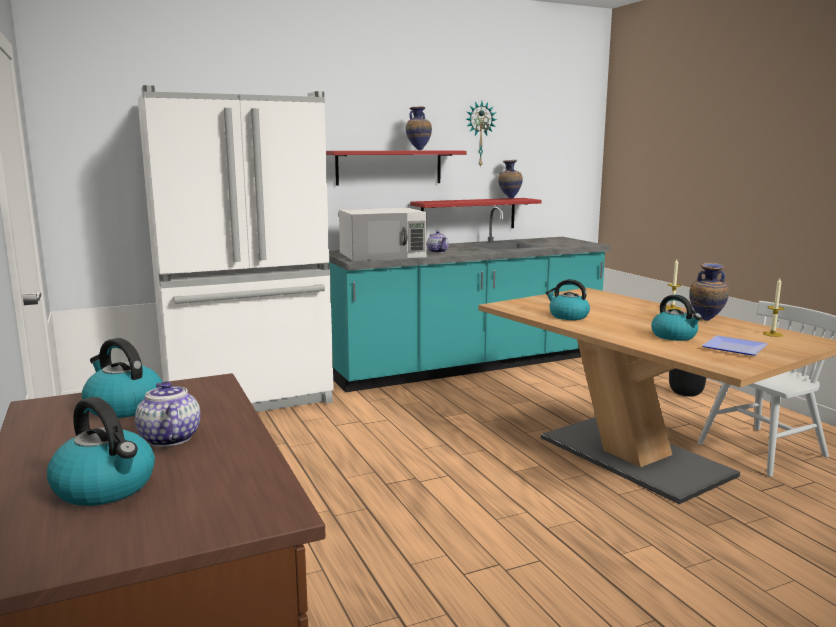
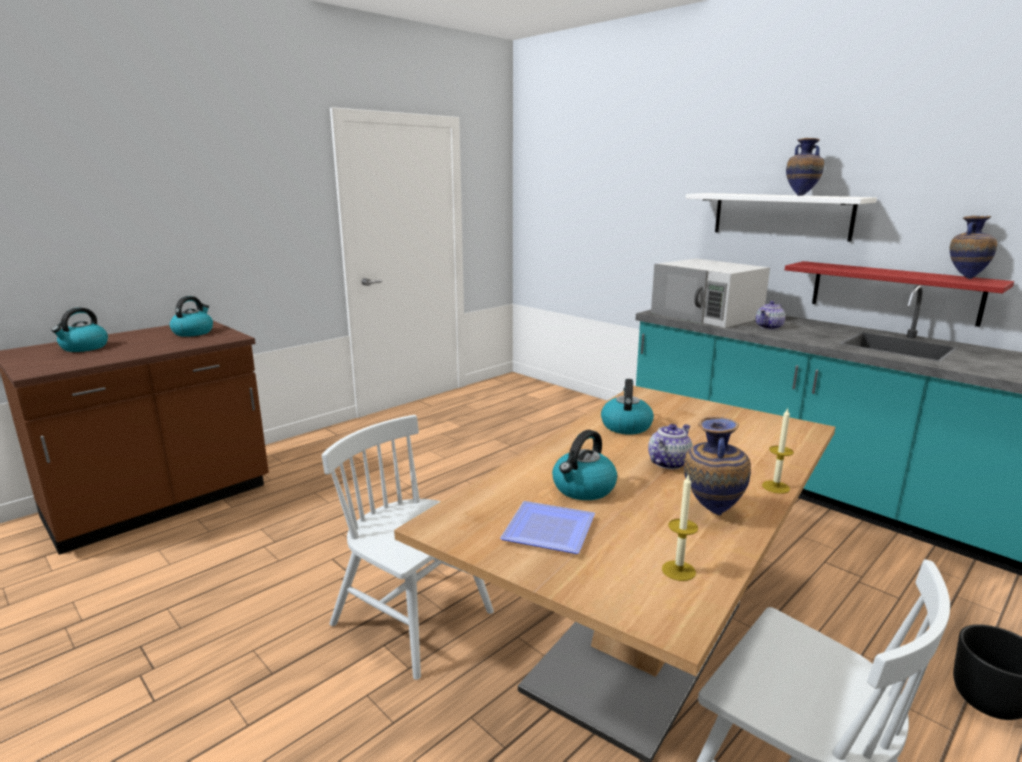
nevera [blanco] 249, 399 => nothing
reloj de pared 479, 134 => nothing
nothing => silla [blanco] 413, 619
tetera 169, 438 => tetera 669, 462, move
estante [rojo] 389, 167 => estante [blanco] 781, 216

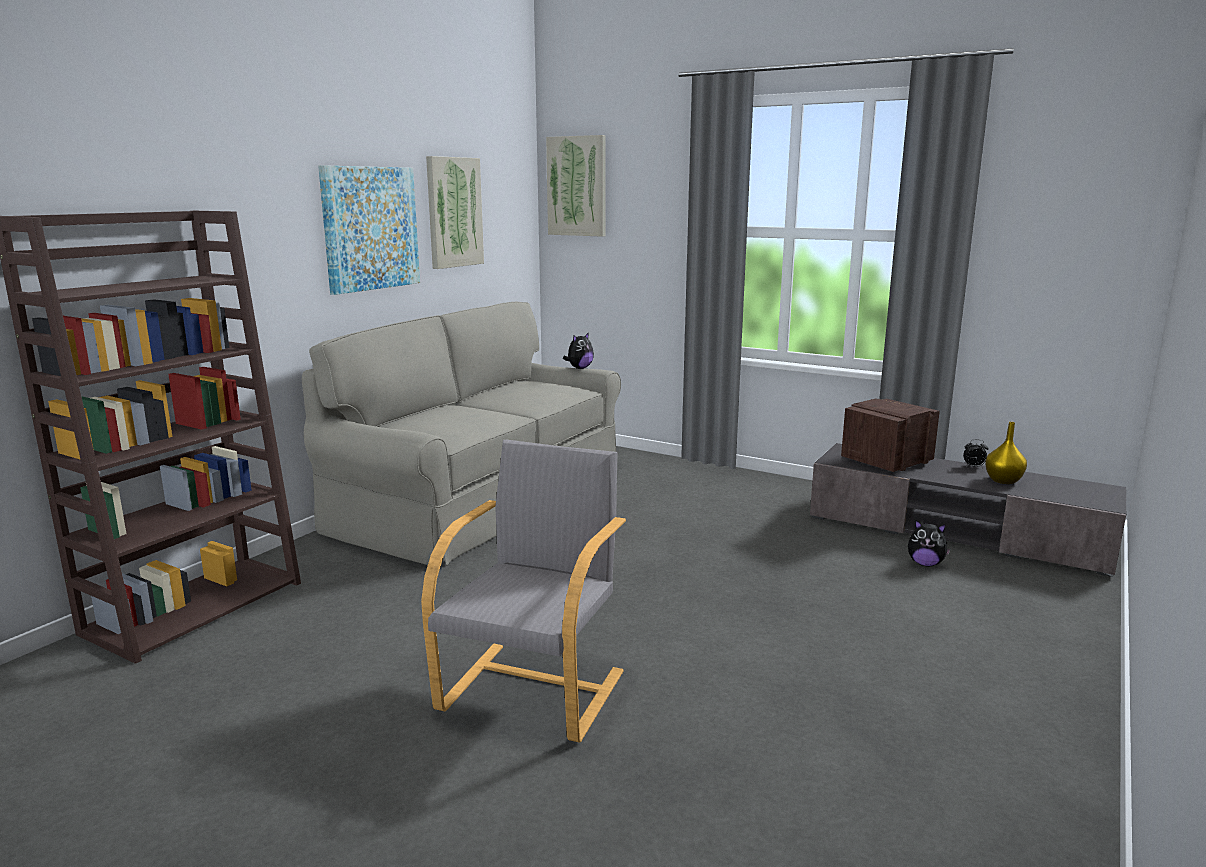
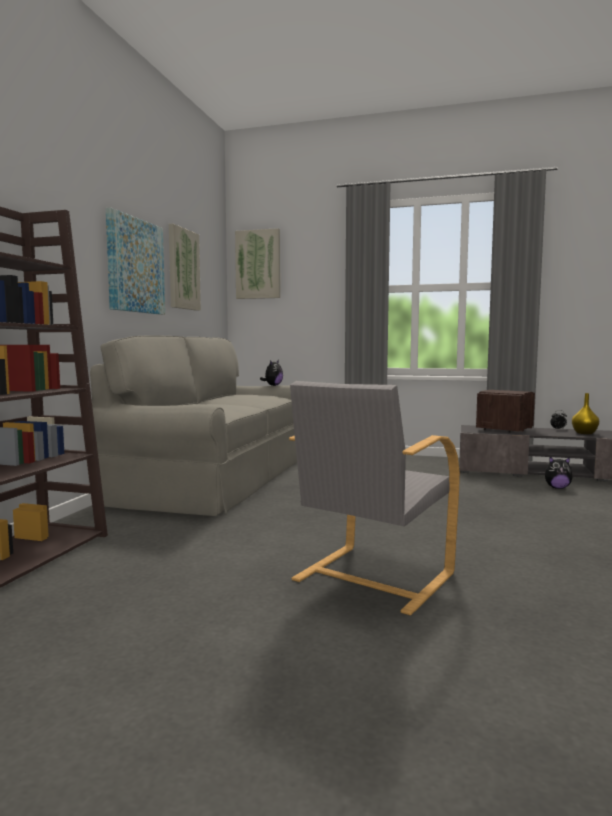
sillón [gris] 534, 689 => sillón [gris] 371, 577, 150 degrees counterclockwise

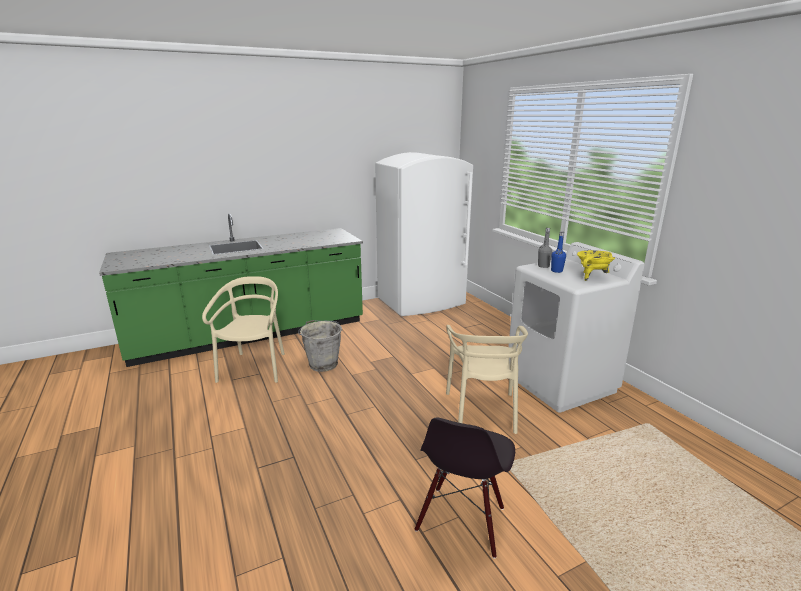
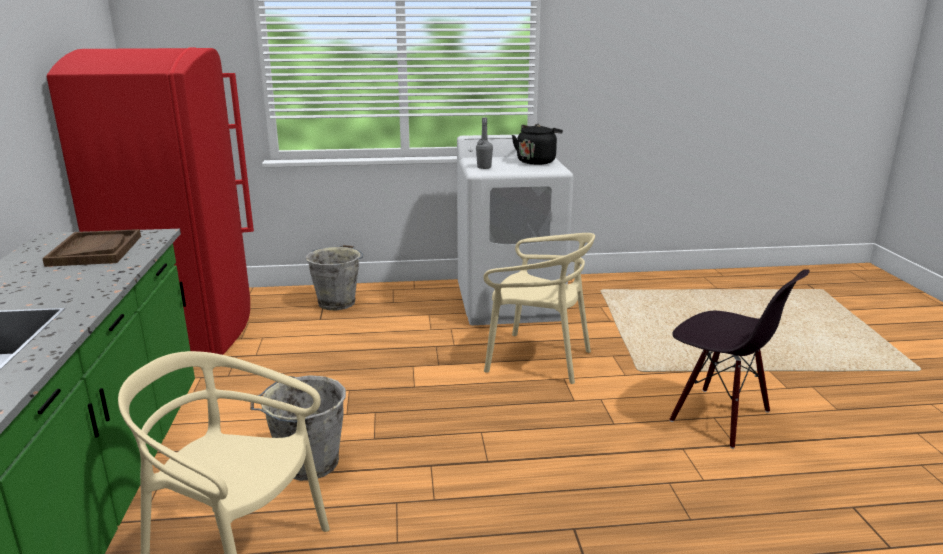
botella [azul] 556, 271 => nothing
nothing => bandeja [marrón] 95, 250
nothing => cubo [gris] 337, 302
olla [amarillo] 591, 277 => hervidor [negro] 537, 161
nevera [blanco] 422, 302 => nevera [rojo] 188, 329

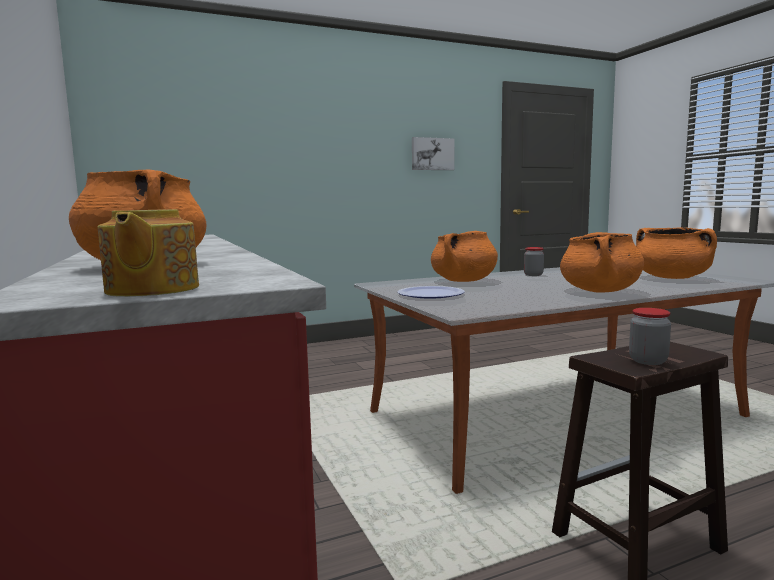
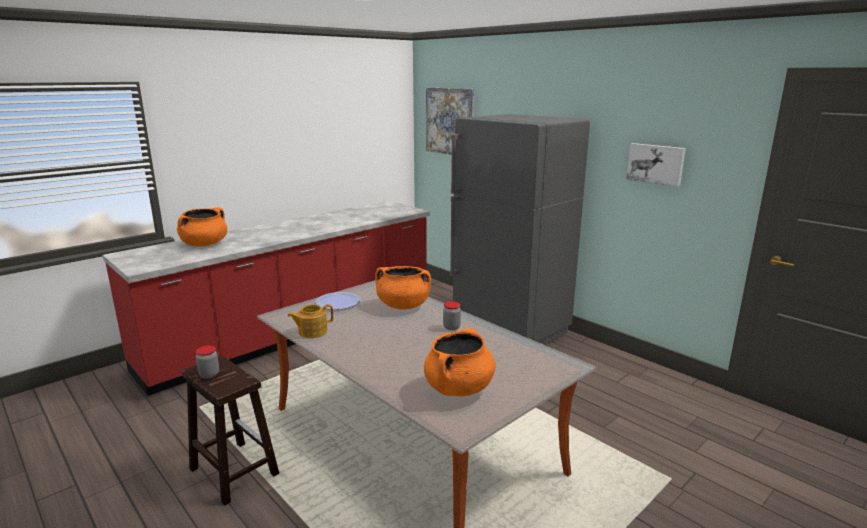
olla [naranja] 599, 291 => nothing
nothing => cuadro 450, 121
nothing => nevera [gris] 510, 330
tetera 151, 290 => tetera 312, 332, move

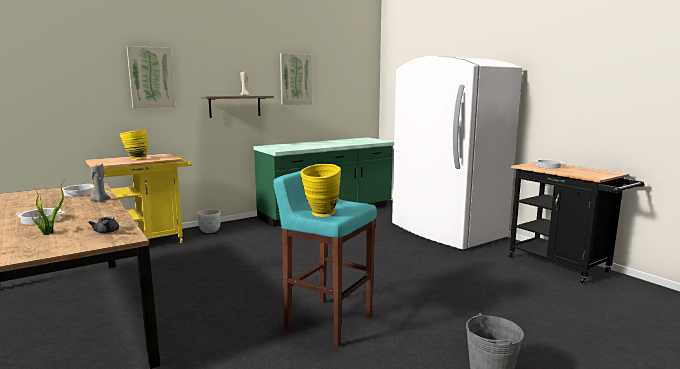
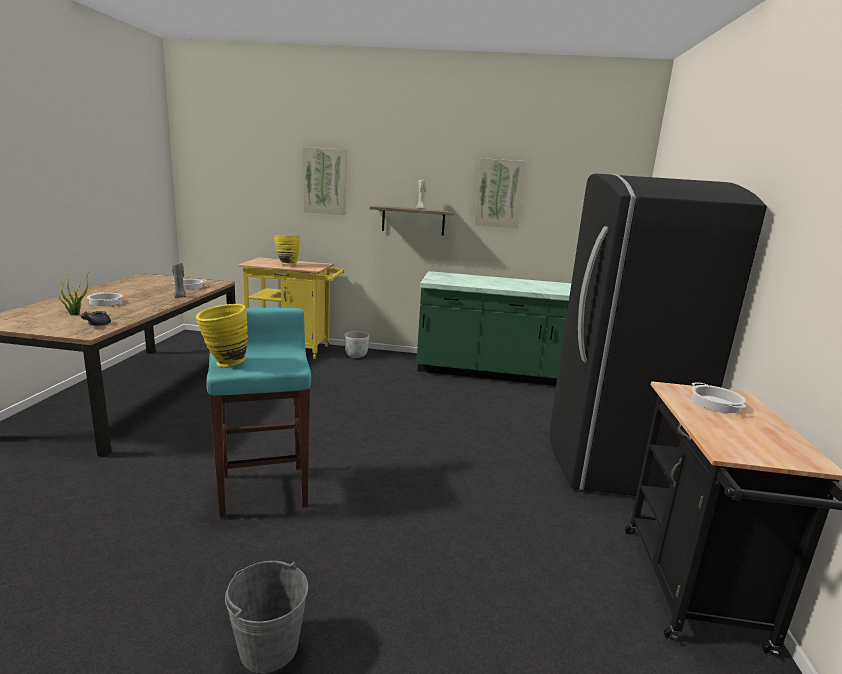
nevera [blanco] 446, 231 => nevera [negro] 608, 455

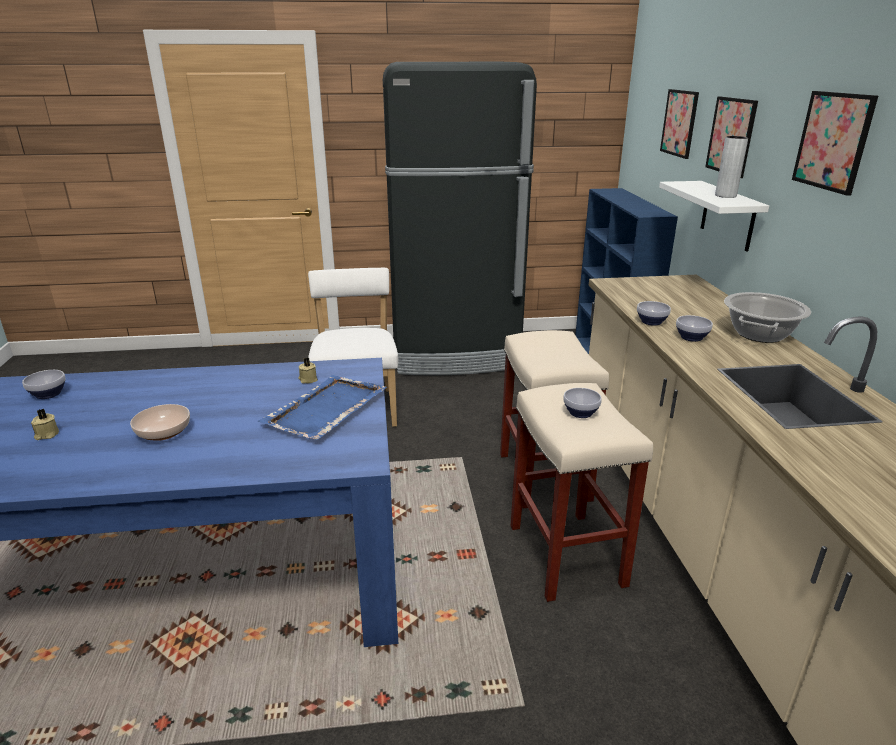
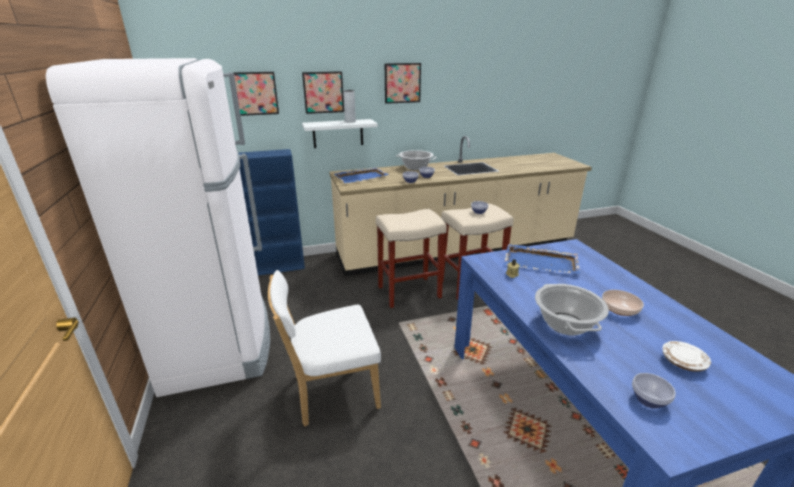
nothing => bandeja [azul] 361, 177
nothing => olla 565, 324
vela [beis] 46, 435 => plato [blanco] 683, 362
nevera [negro] 455, 353 => nevera [blanco] 219, 344

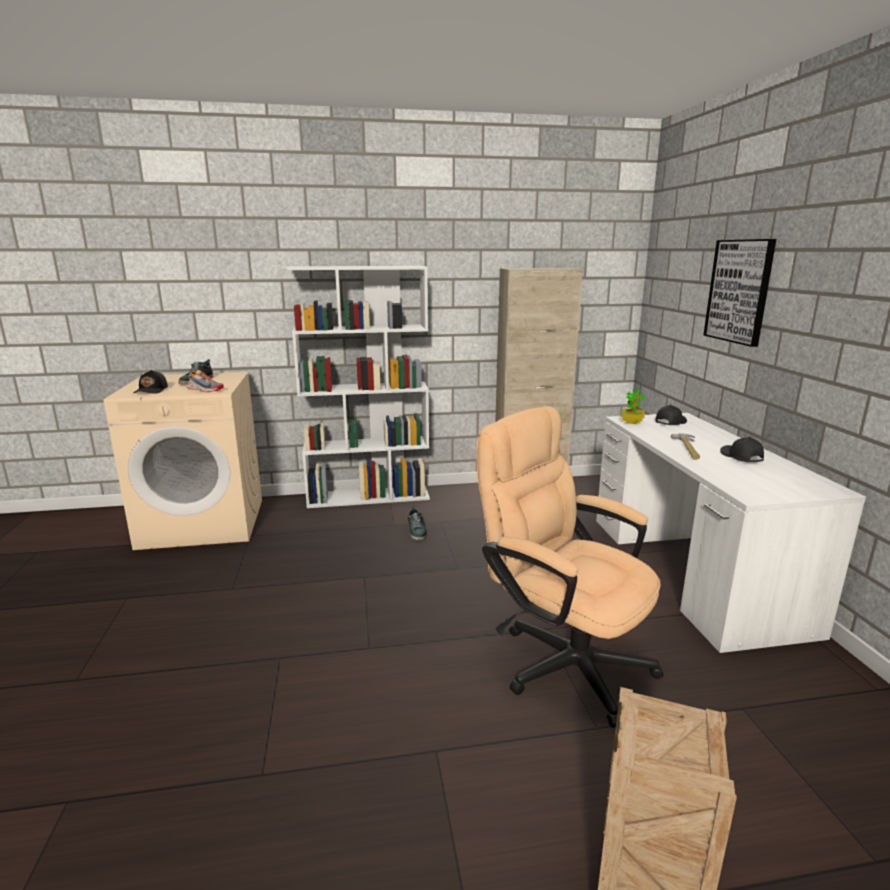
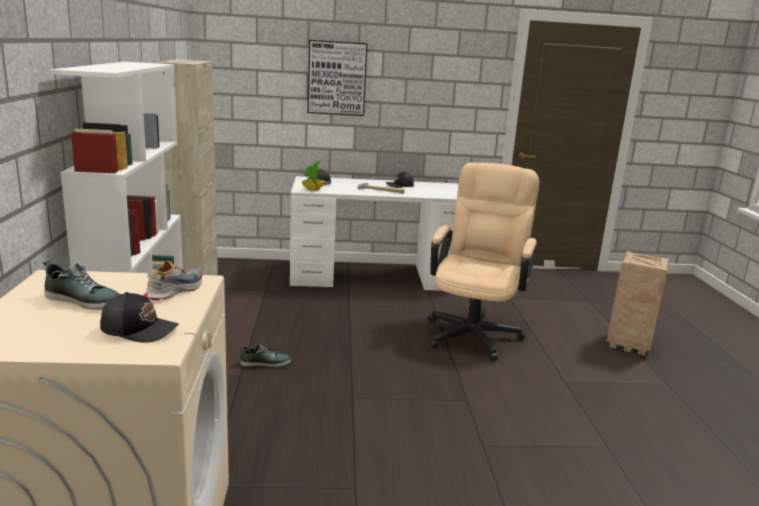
silla de oficina [beis] 562, 659 => silla de oficina [beis] 474, 331, 150 degrees clockwise

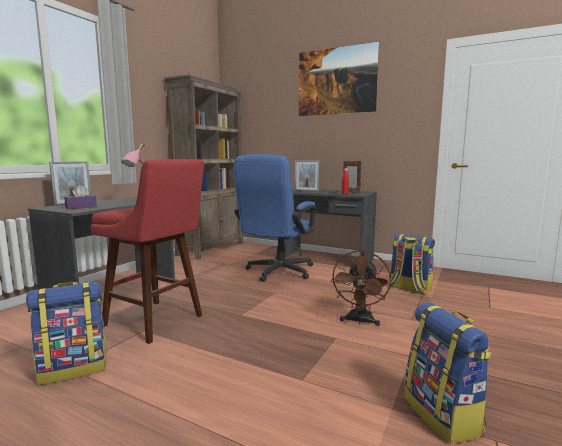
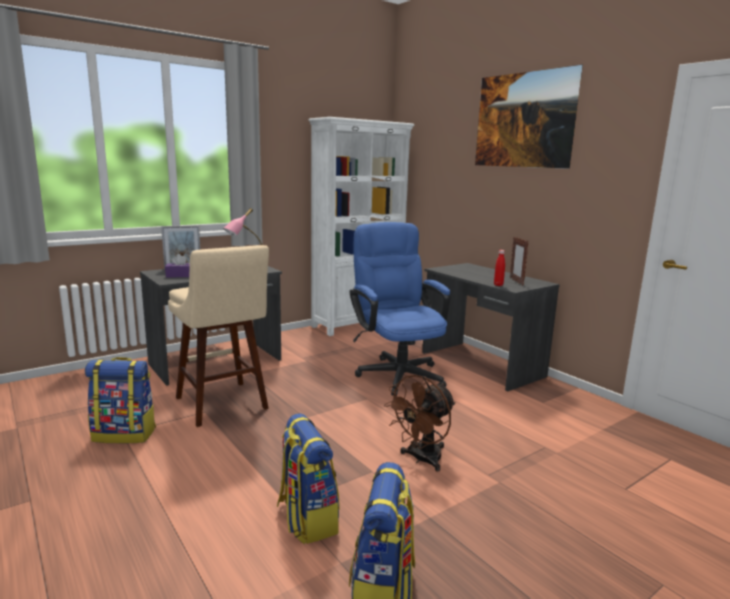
portarretratos 306, 191 => nothing
mochila 409, 288 => mochila 306, 519, move
taburete [rojo] 156, 321 => taburete [beis] 223, 405
estantería [marrón] 211, 248 => estantería [blanco] 358, 323
silla de oficina [azul] 276, 273 => silla de oficina [azul] 397, 372, 105 degrees clockwise

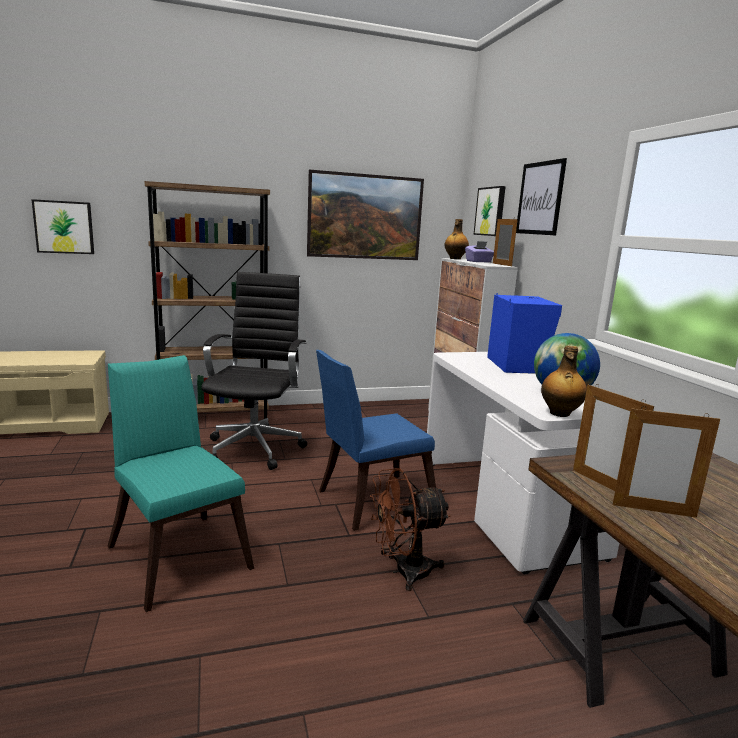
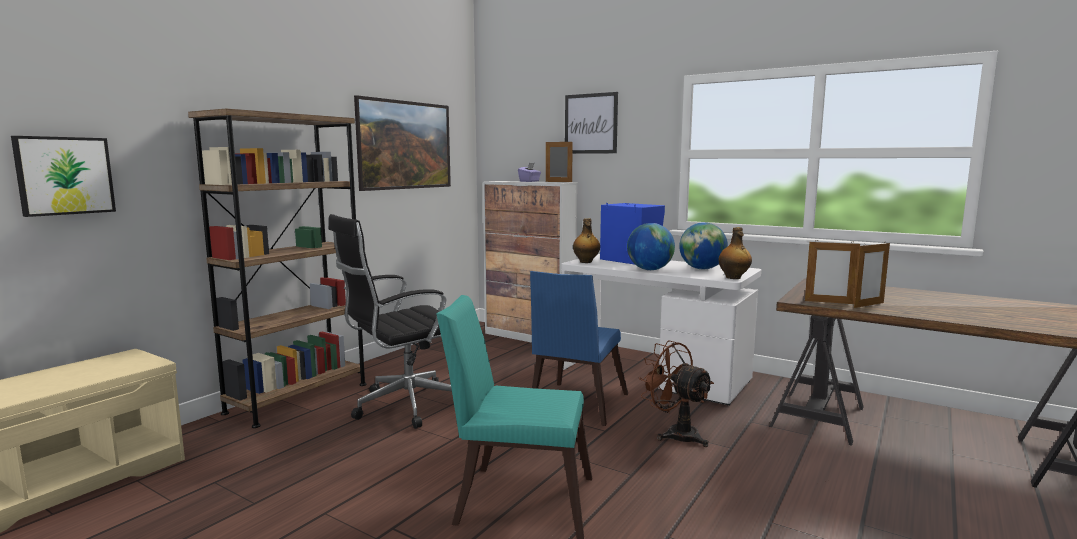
cuadro 490, 211 => nothing
nothing => globo terráqueo 649, 270
botella 455, 258 => botella 586, 262, move
silla de oficina [negro] 256, 447 => silla de oficina [negro] 403, 406, 90 degrees counterclockwise
ventilador [marrón] 403, 571 => ventilador [marrón] 675, 434, 105 degrees clockwise

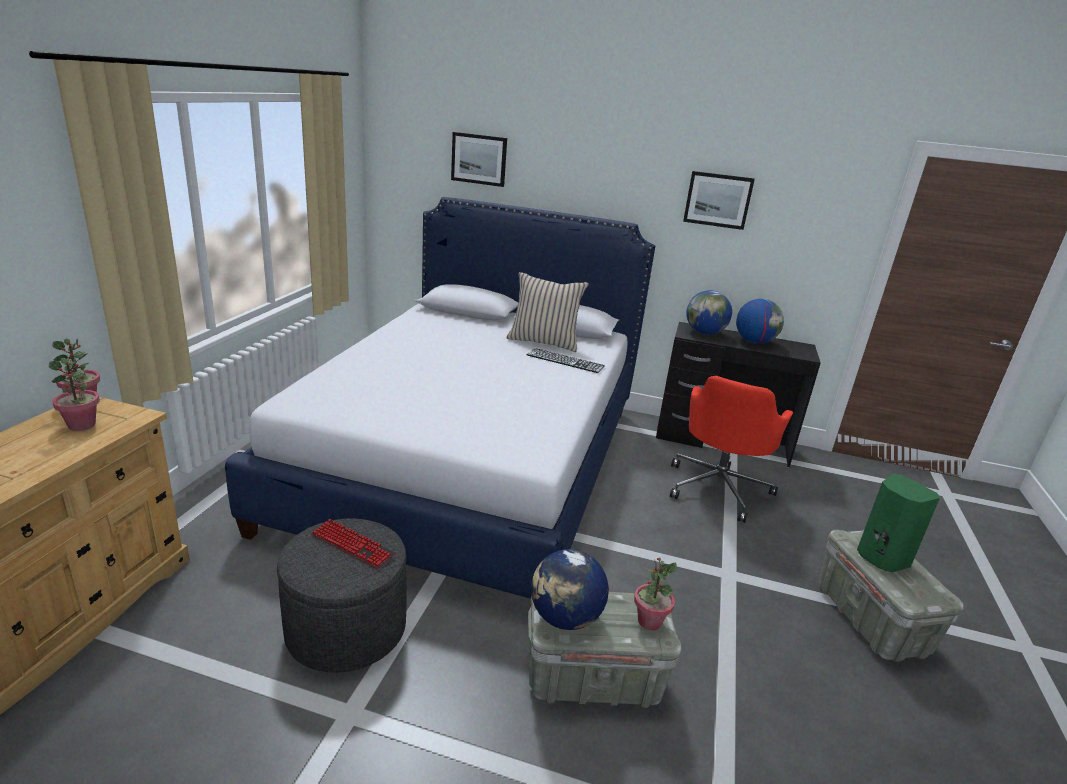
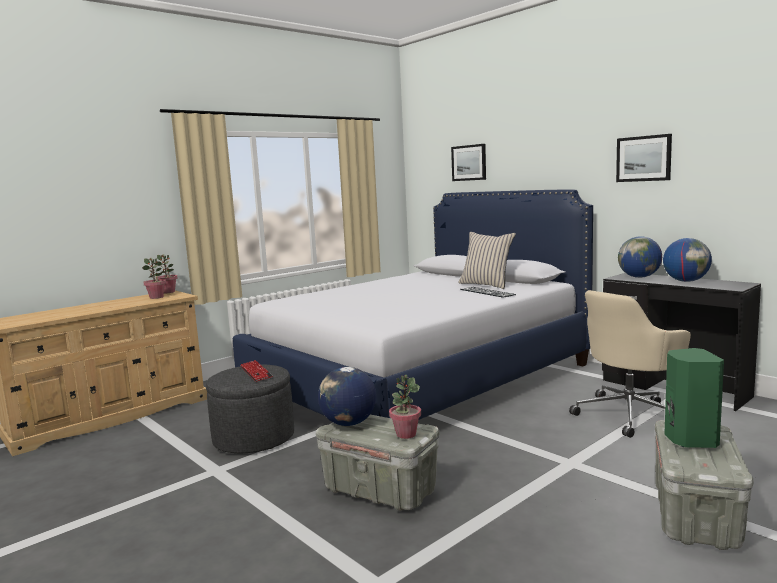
silla de oficina [rojo] 718, 488 => silla de oficina [beis] 630, 414

